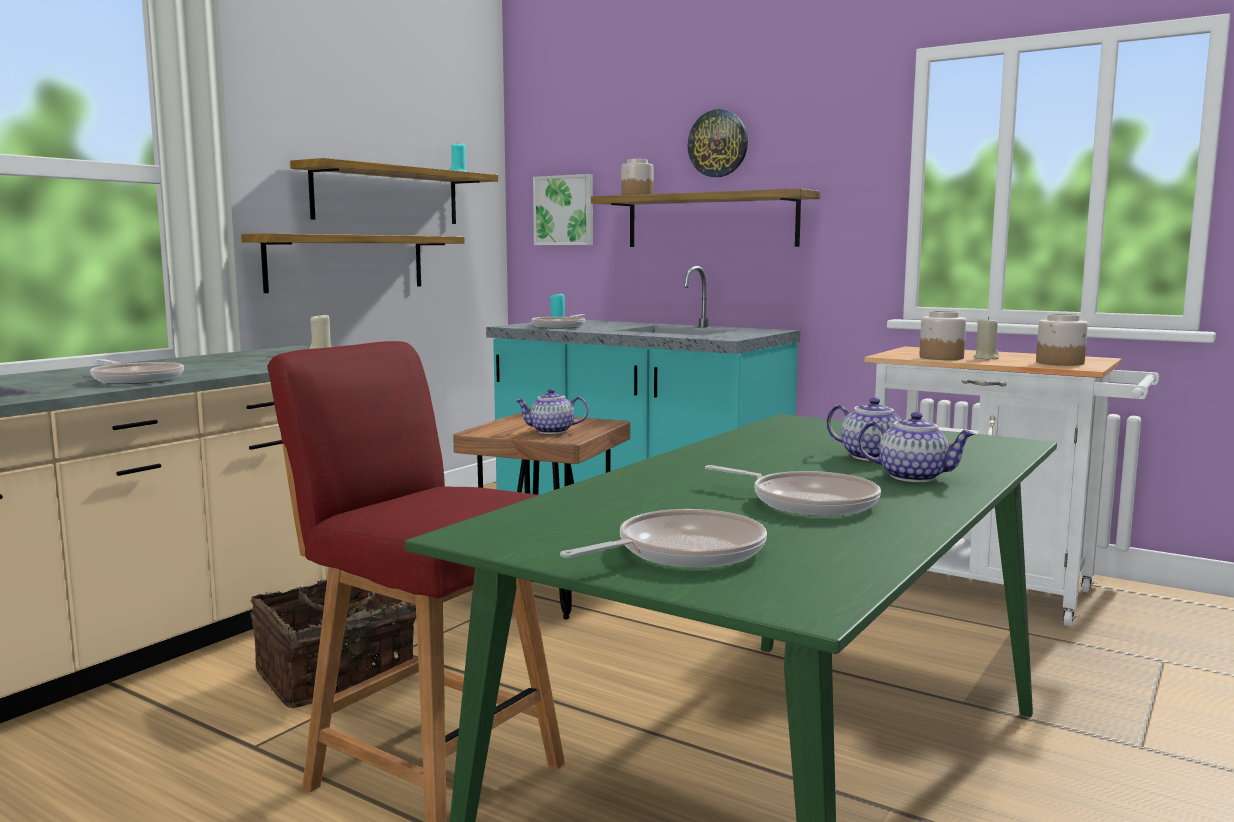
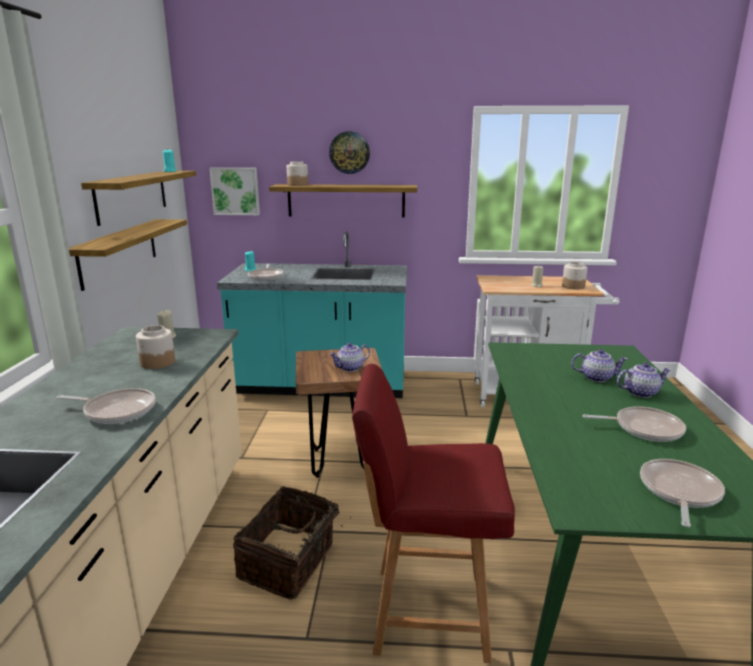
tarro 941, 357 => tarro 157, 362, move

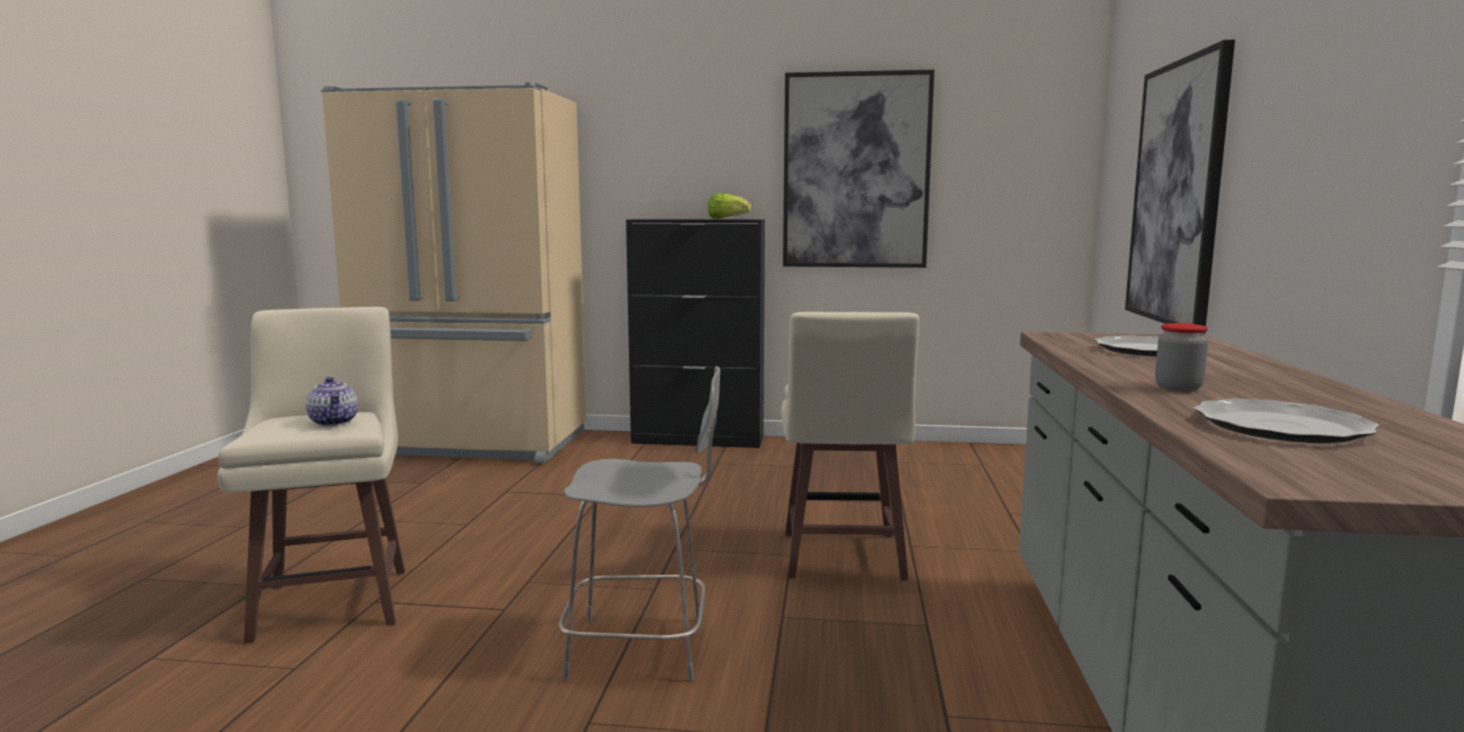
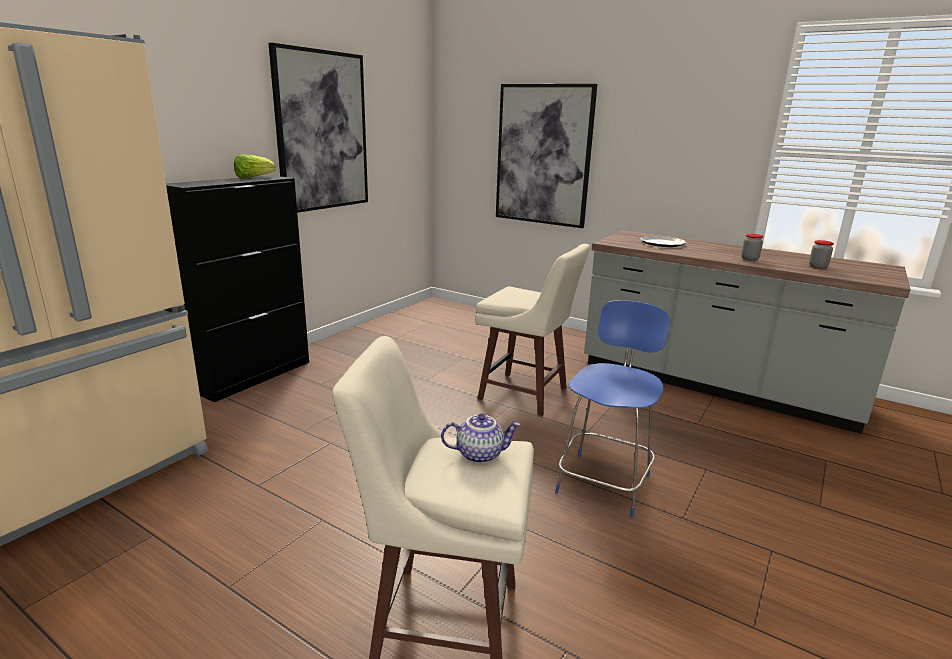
plato 1280, 427 => tarro 818, 267
silla [gris] 643, 648 => silla [azul] 605, 482

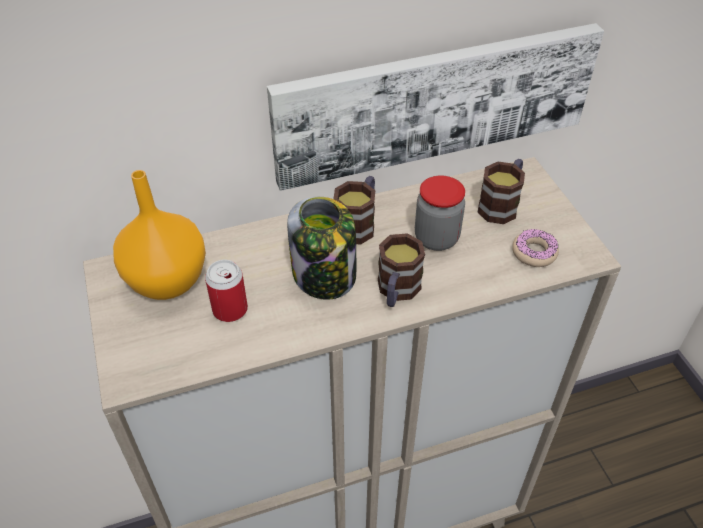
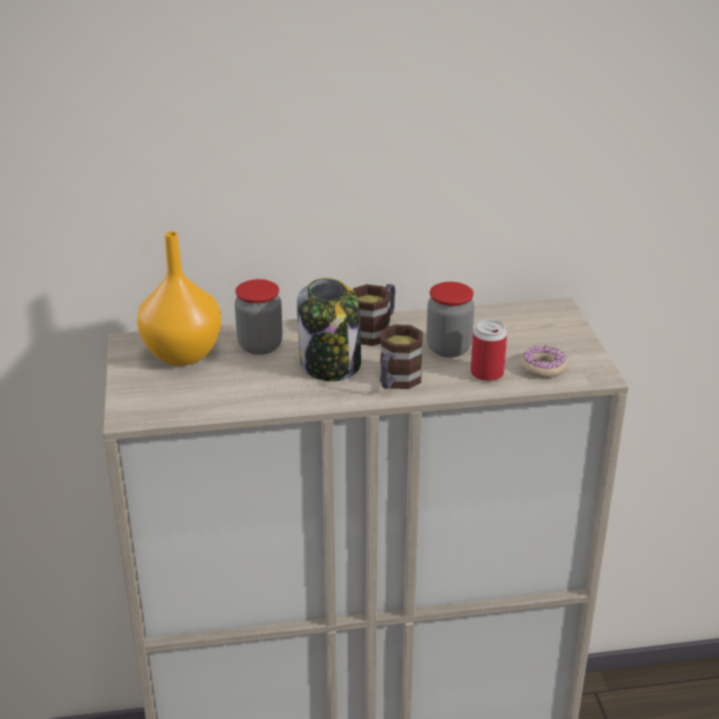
cuadro 434, 102 => nothing
taza grande 501, 204 => nothing
nothing => tarro 260, 346
lata 230, 309 => lata 487, 373, move

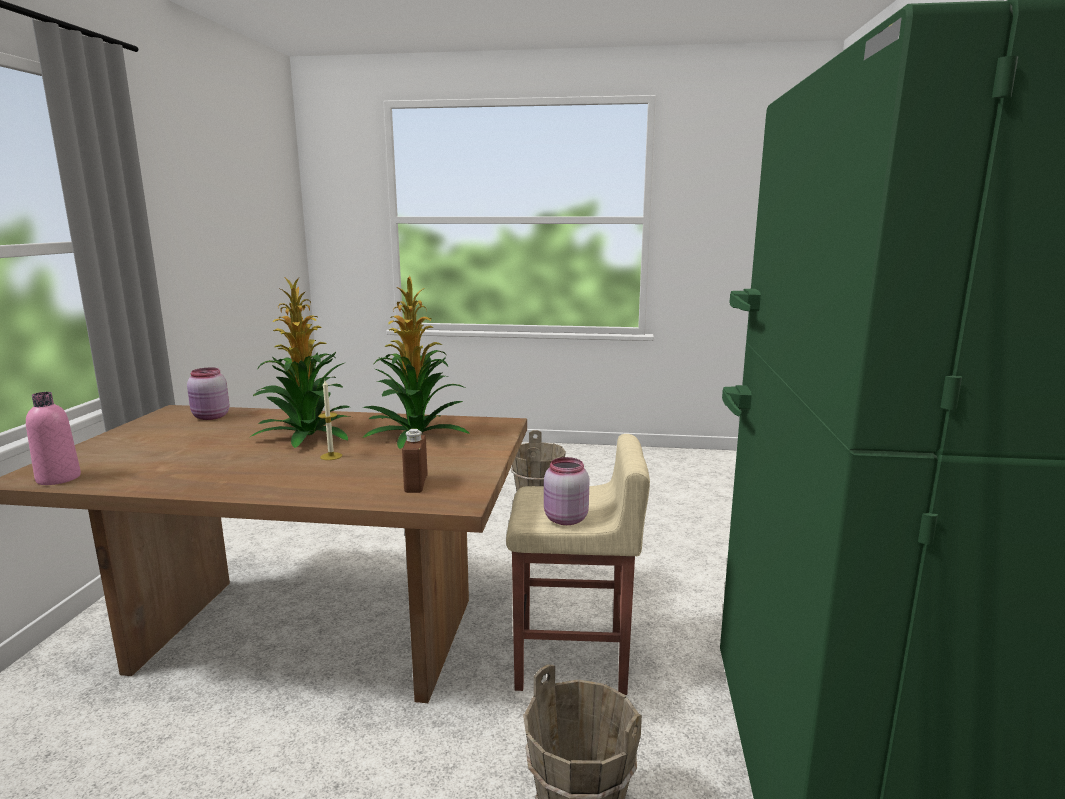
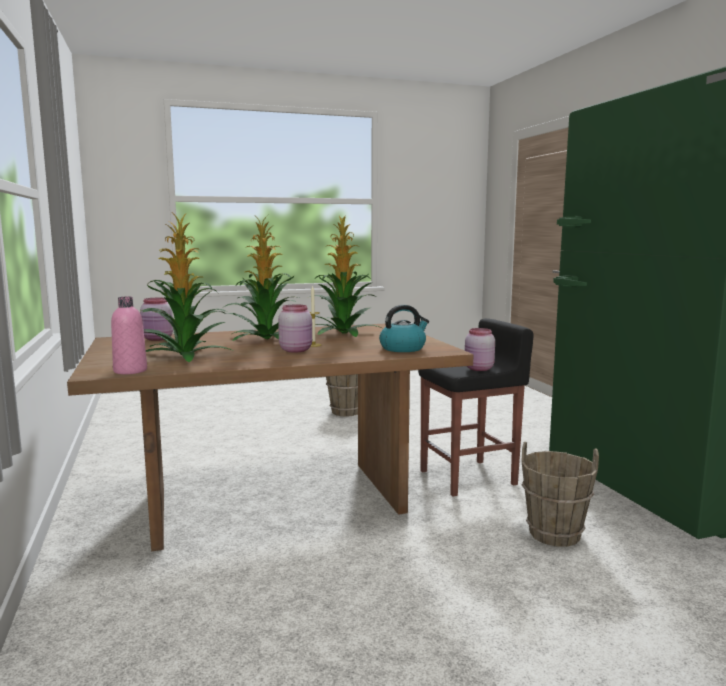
nothing => planta en maceta 185, 355
nothing => tarro [rosa] 296, 350
botella [marrón] 416, 484 => hervidor 403, 348
taburete [beis] 573, 661 => taburete [negro] 469, 477

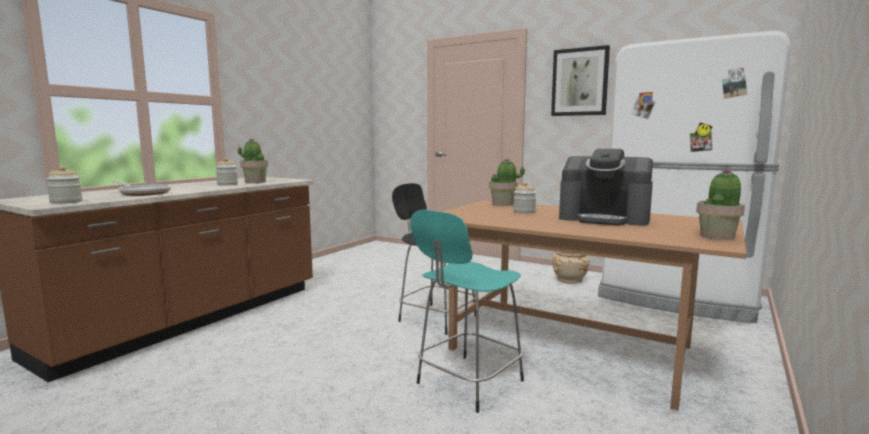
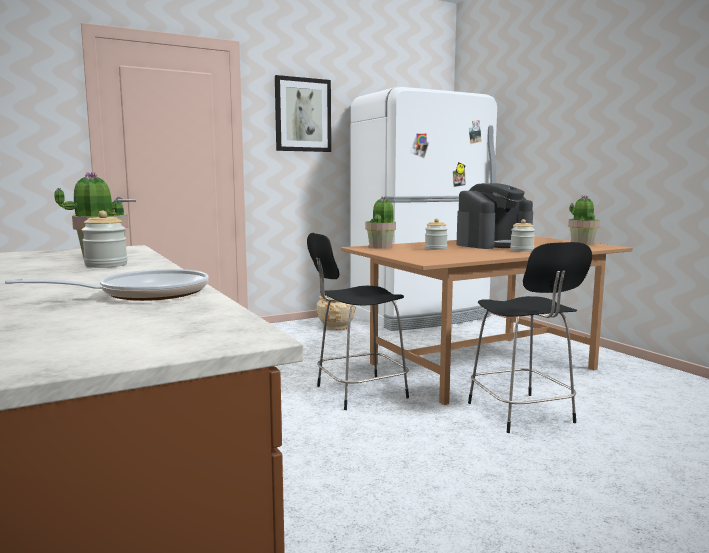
tarro 66, 202 => tarro 522, 250, move
taburete [turquesa] 467, 383 => taburete [negro] 522, 414

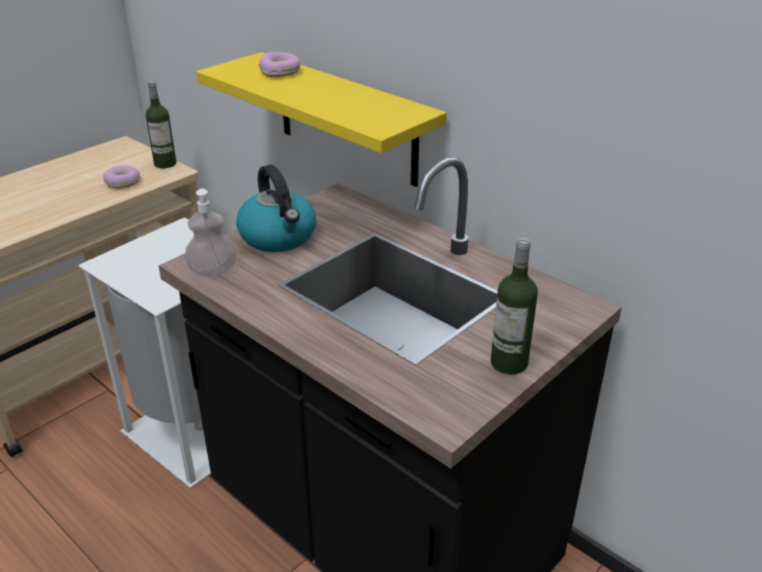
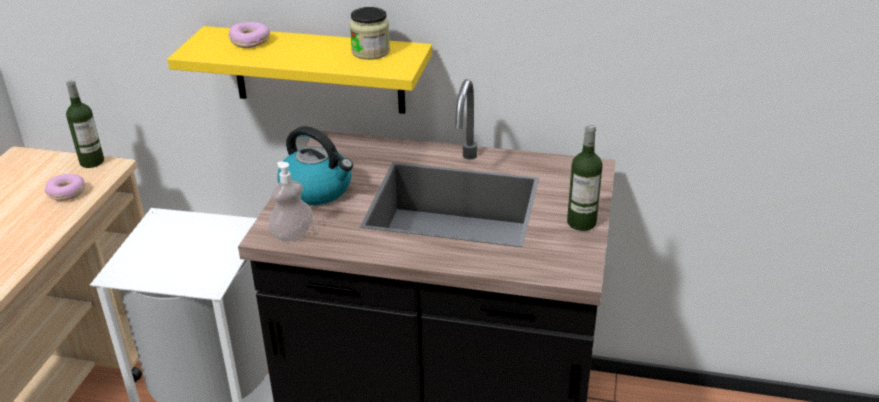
nothing => tarro 370, 52

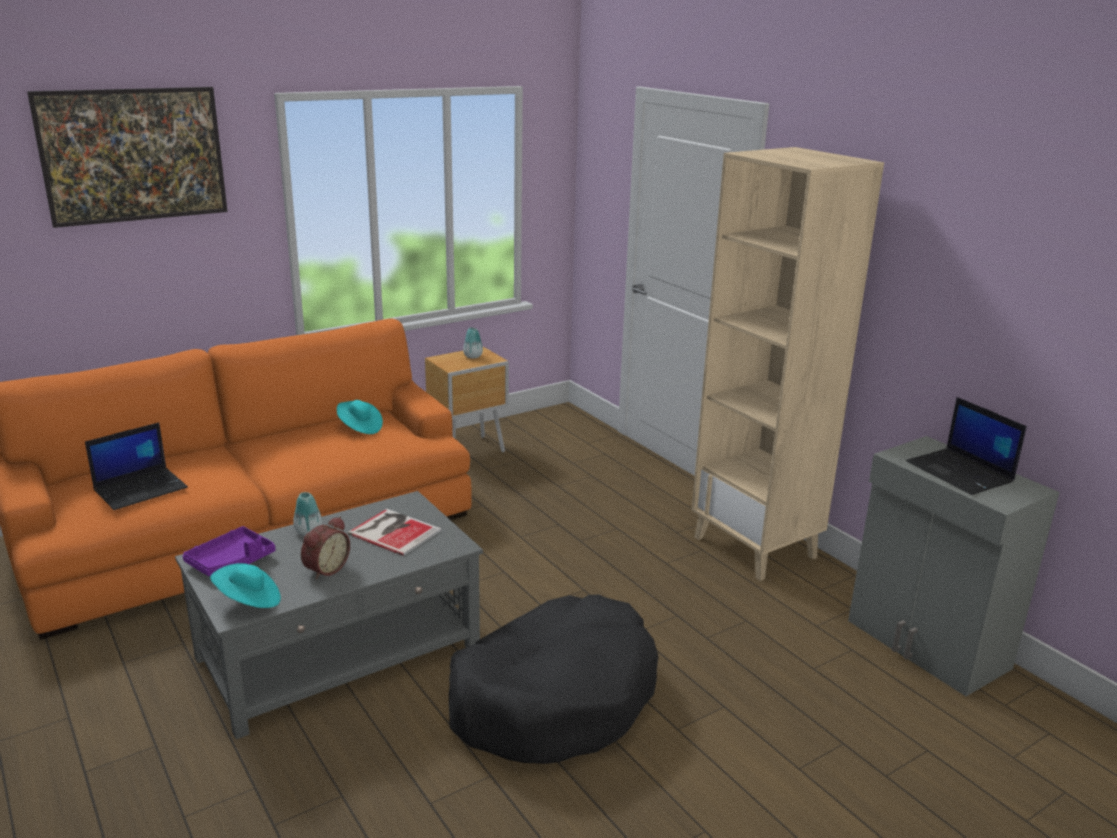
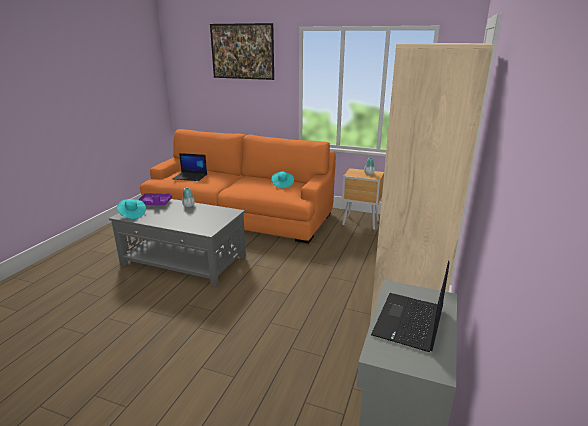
despertador 325, 569 => nothing
libro 394, 531 => nothing
cama para perro [negro] 554, 698 => nothing

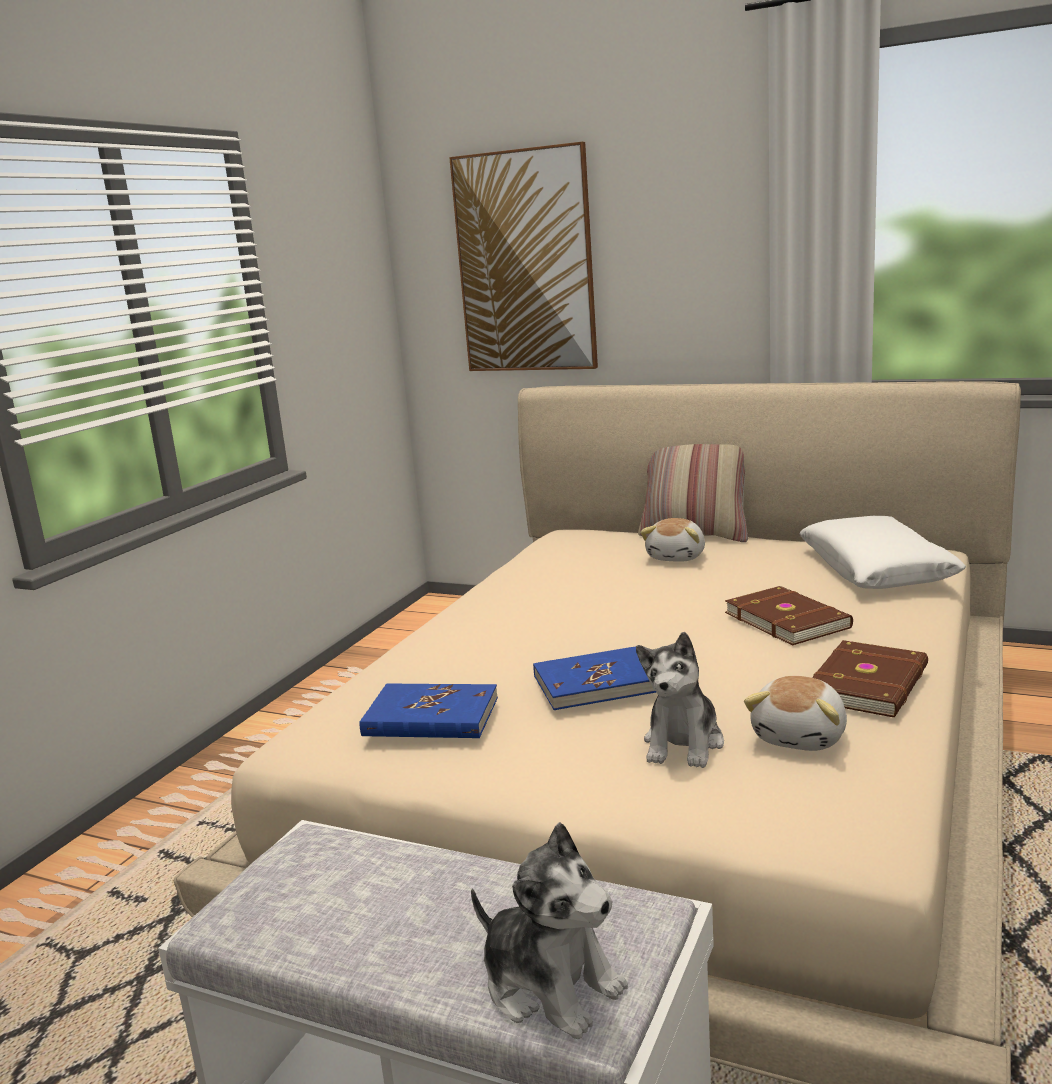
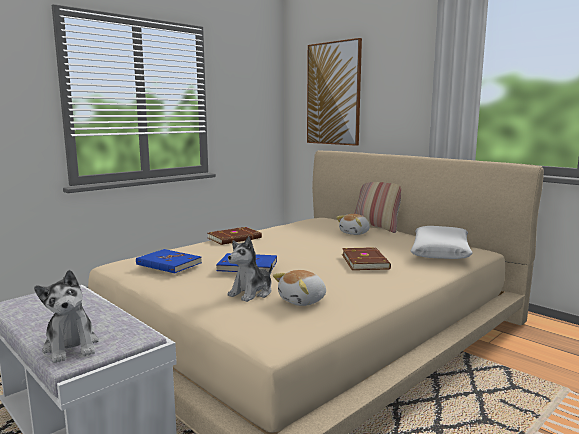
libro [marrón] 870, 684 => libro [marrón] 235, 238, move

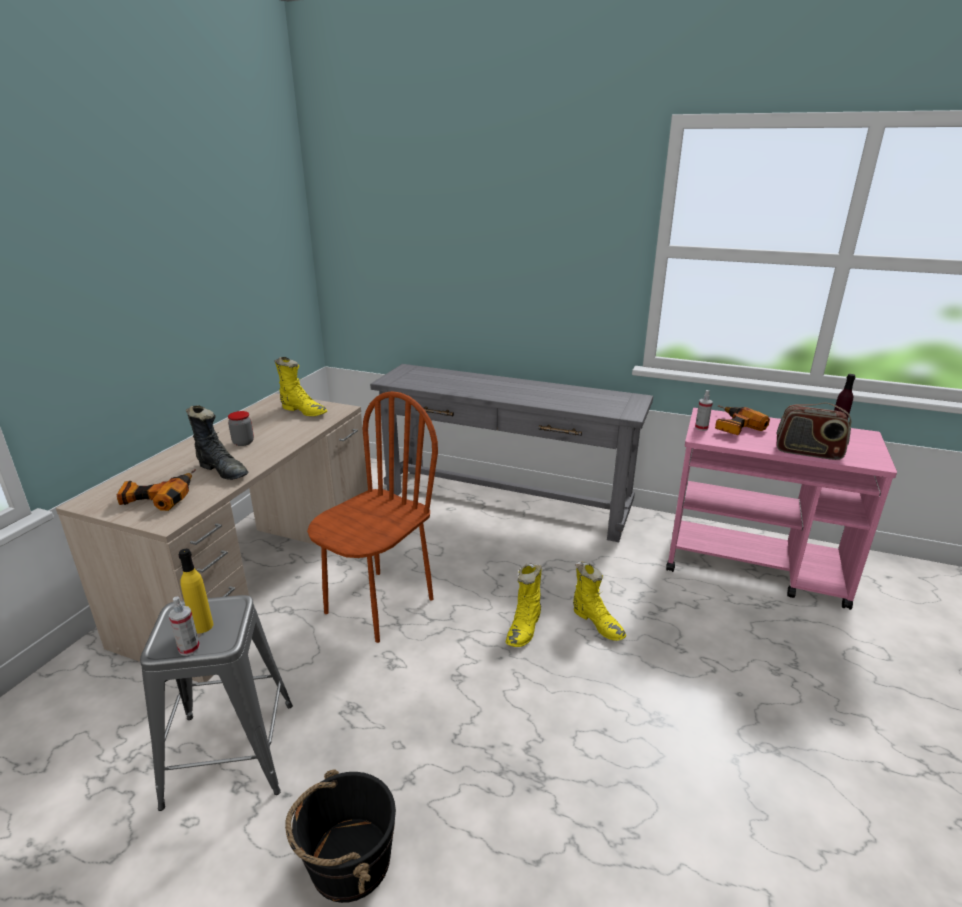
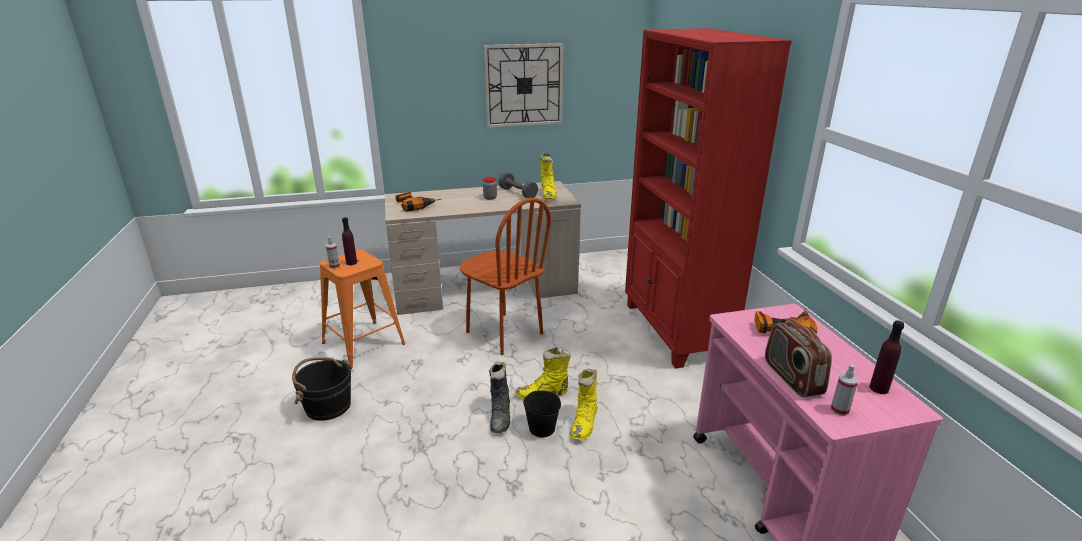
nothing => reloj de pared 524, 85
nothing => mancuerna [gris] 518, 193
nothing => cubo [negro] 542, 428
bota [negro] 223, 471 => bota [negro] 501, 417, move
pulverizador 701, 428 => pulverizador 839, 410, move
mesa consola [gris] 506, 502 => estantería [rojo] 675, 331
taburete [gris] 231, 753 => taburete [naranja] 363, 343
botella [amarillo] 202, 626 => botella [morado] 351, 262
silla [marrón] 379, 605 => silla [marrón] 504, 333, 45 degrees clockwise

